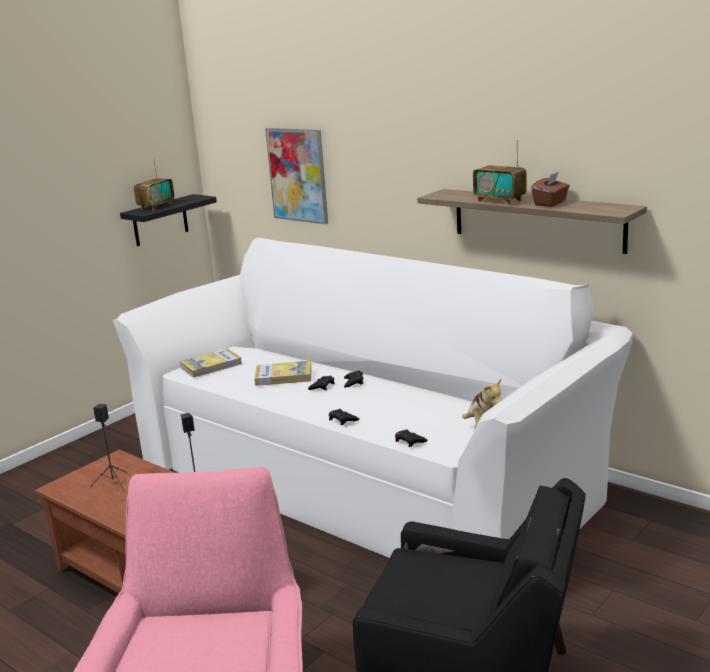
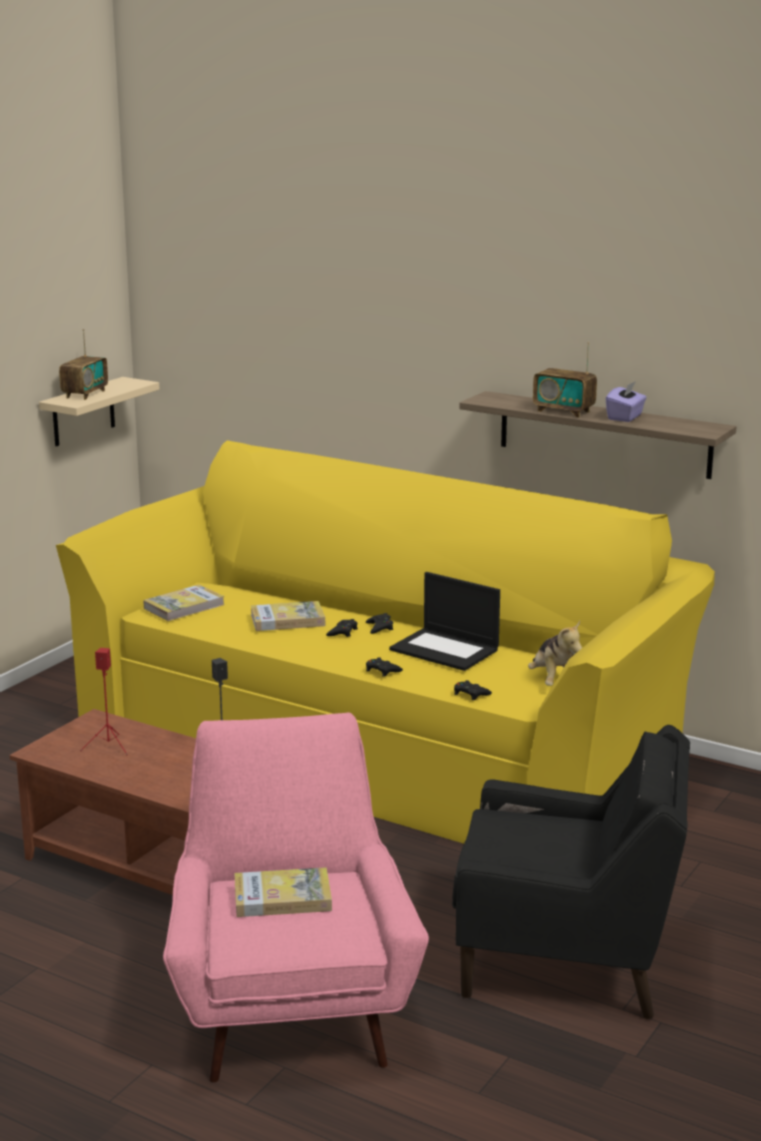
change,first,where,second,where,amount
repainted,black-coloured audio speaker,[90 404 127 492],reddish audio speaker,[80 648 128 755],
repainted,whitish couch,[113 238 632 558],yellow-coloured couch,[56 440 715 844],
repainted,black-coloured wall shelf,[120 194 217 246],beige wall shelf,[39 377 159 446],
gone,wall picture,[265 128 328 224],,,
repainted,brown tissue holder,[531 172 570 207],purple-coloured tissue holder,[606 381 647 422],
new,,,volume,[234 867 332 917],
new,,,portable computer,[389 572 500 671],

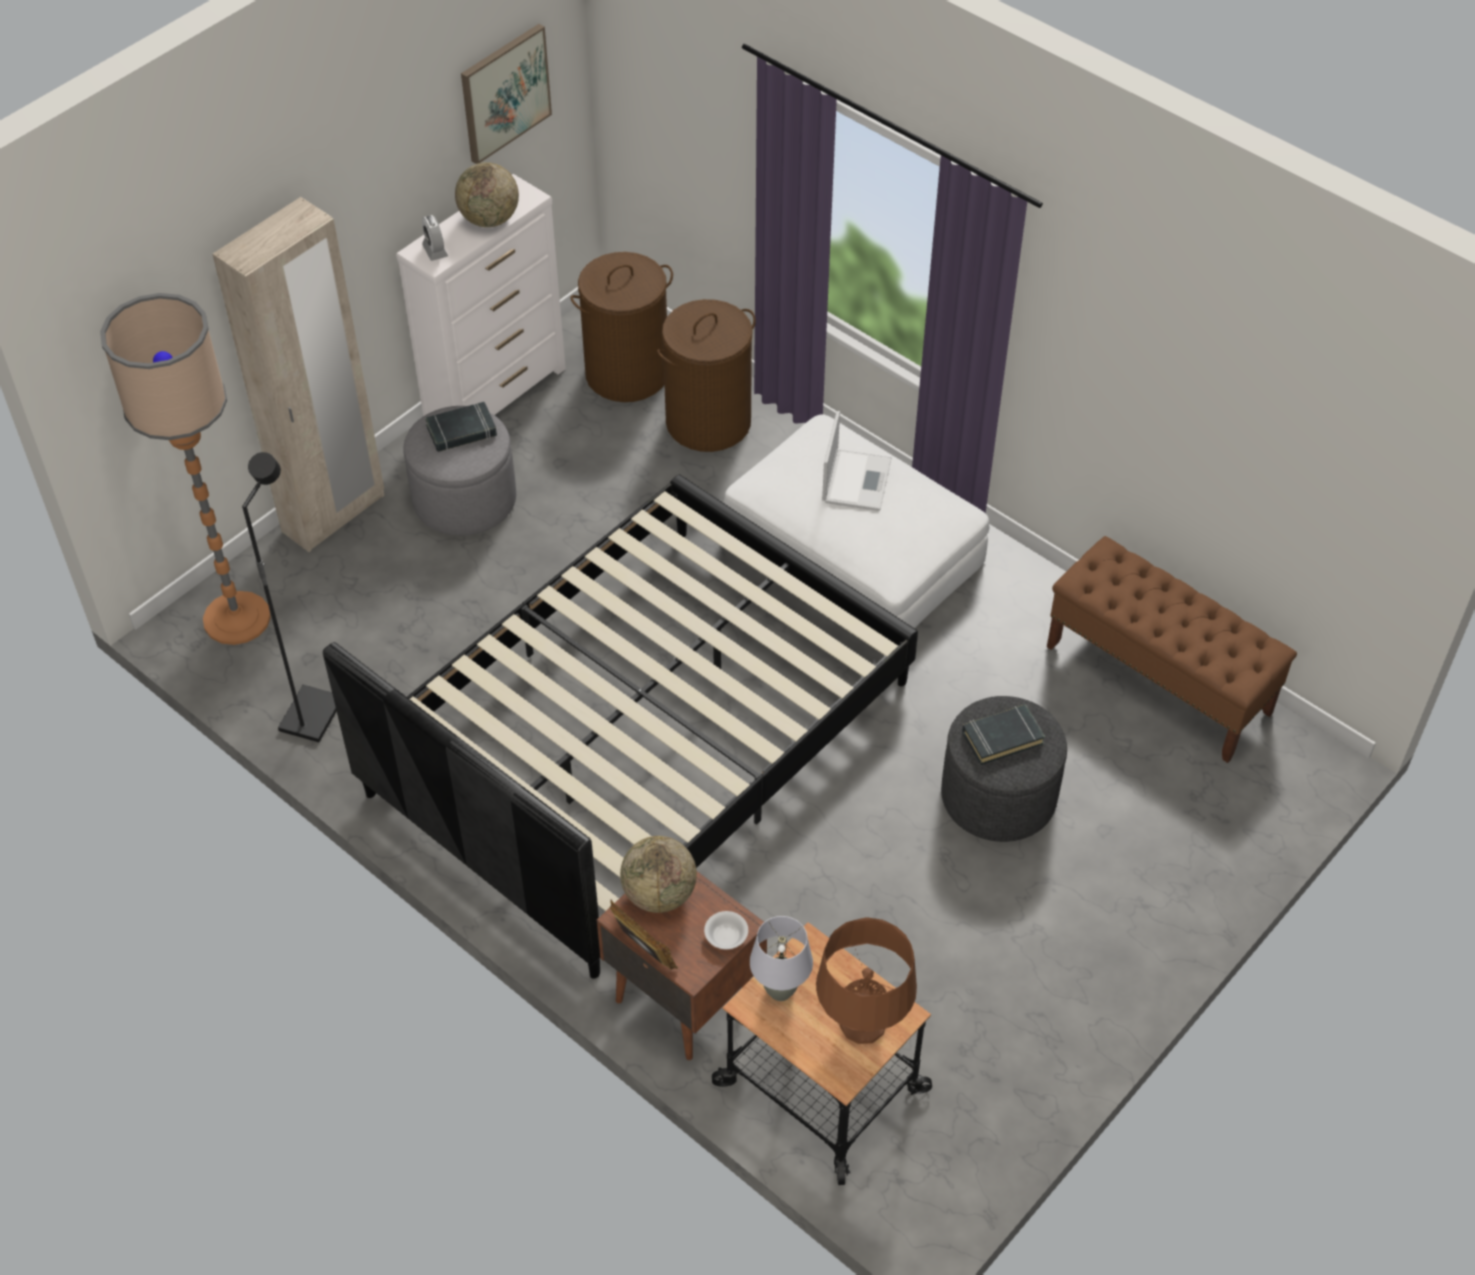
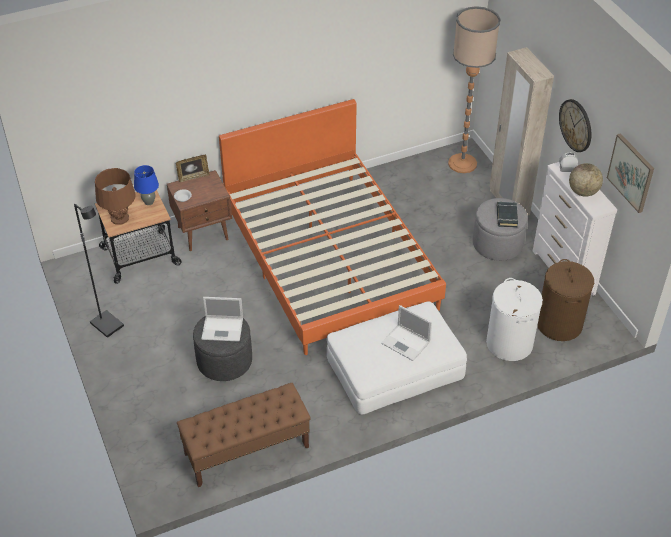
change,first,where,second,where,amount
shifted,black-coloured standing lamp,[242 452 337 743],,[74 204 124 338],
repainted,black-coloured bedroom bed,[323 474 918 979],orangey bedroom bed,[219 99 446 355],
gone,globe,[620 836 697 913],,,
repainted,brown hamper,[657 299 756 452],whitish hamper,[486 278 543 361],
repainted,gray table lamp,[750 916 813 1001],blue-coloured table lamp,[134 165 159 205],
swapped,black-coloured volume,[962 704 1045 765],portable computer,[201 297 243 342],
new,,,clock on the wall,[559 99 591 152],

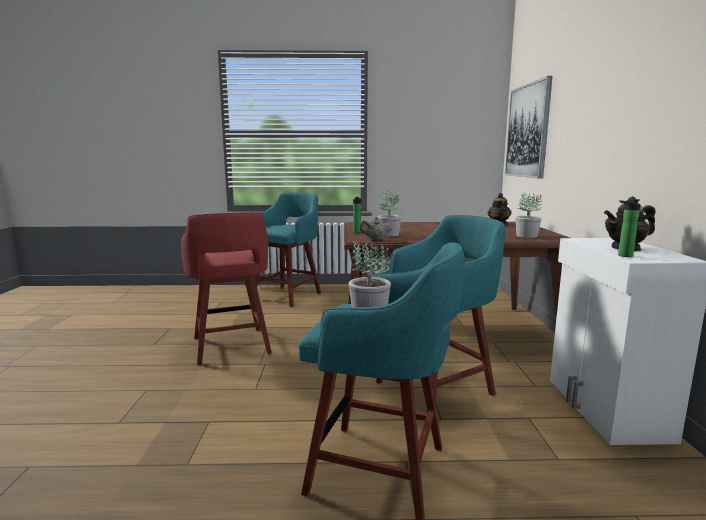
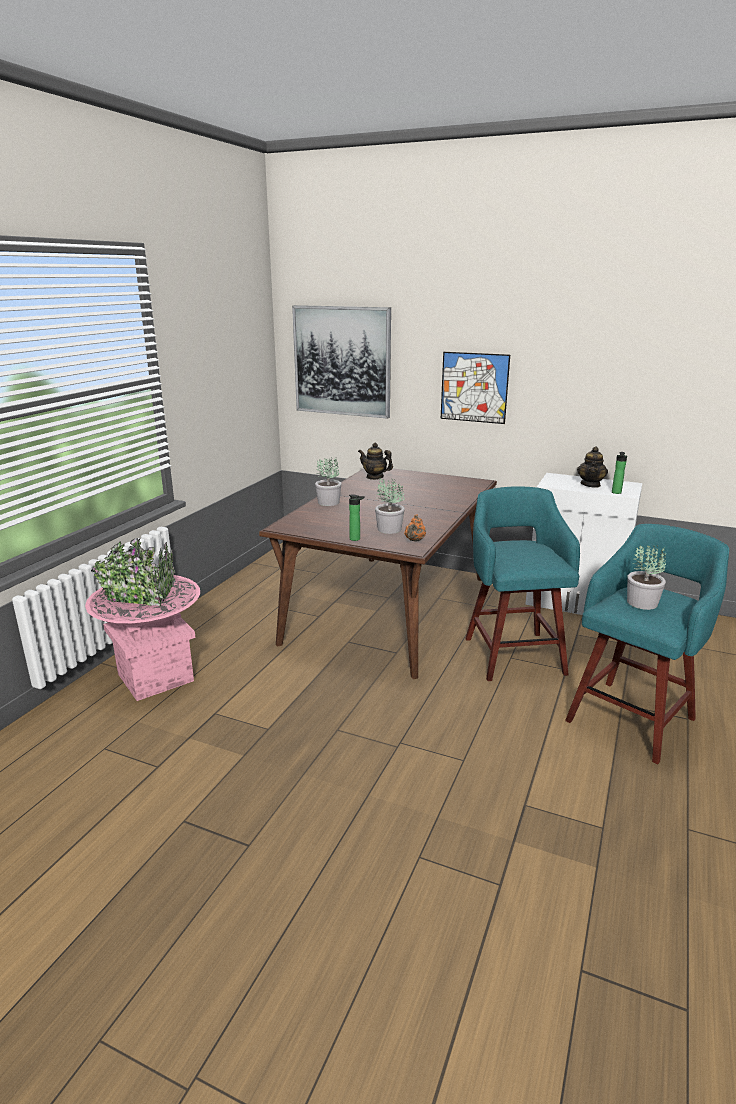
change,first,where,second,where,amount
gone,reddish sitting stool,[181 212 272 365],,,
swapped,blue-green sitting stool,[255 192 321 307],pinkish flower pot,[85 538 200 701],
repainted,beige tea pot,[359 217 392 240],orangey tea pot,[404 515 426 542],
shifted,potted plant,[515 192 542 238],,[315 457 342 506],
new,,,wall picture,[441 352 510 424],

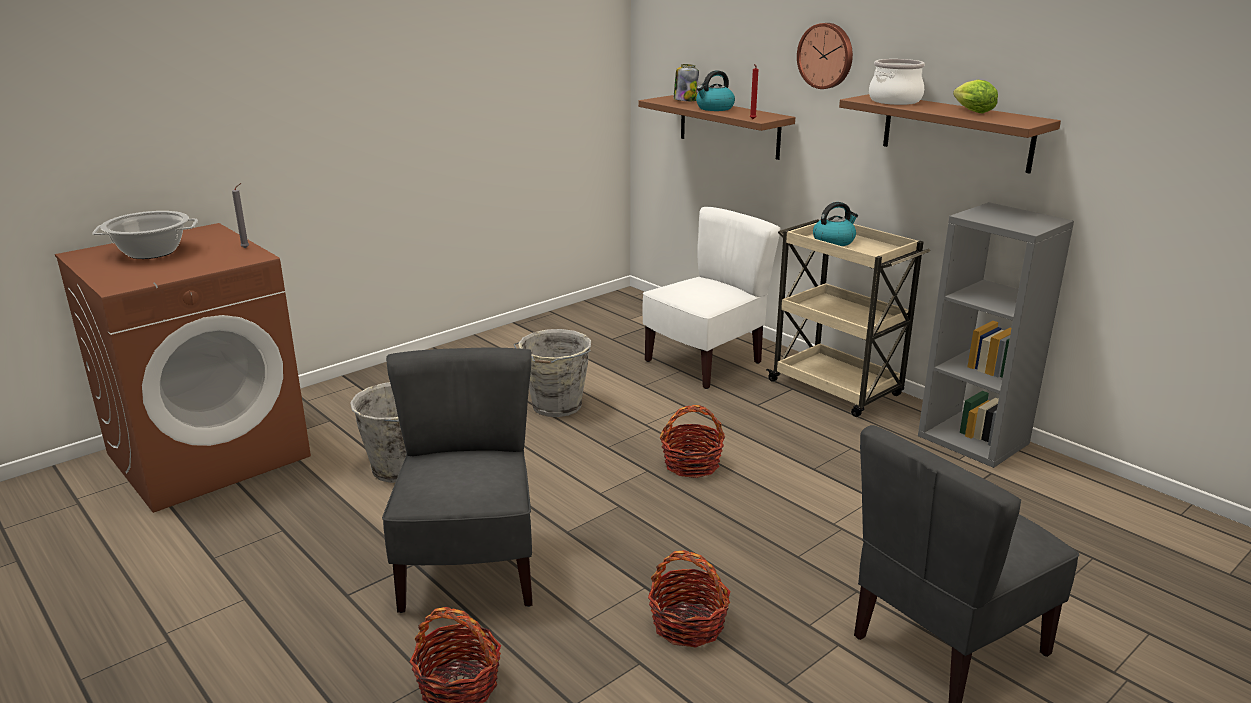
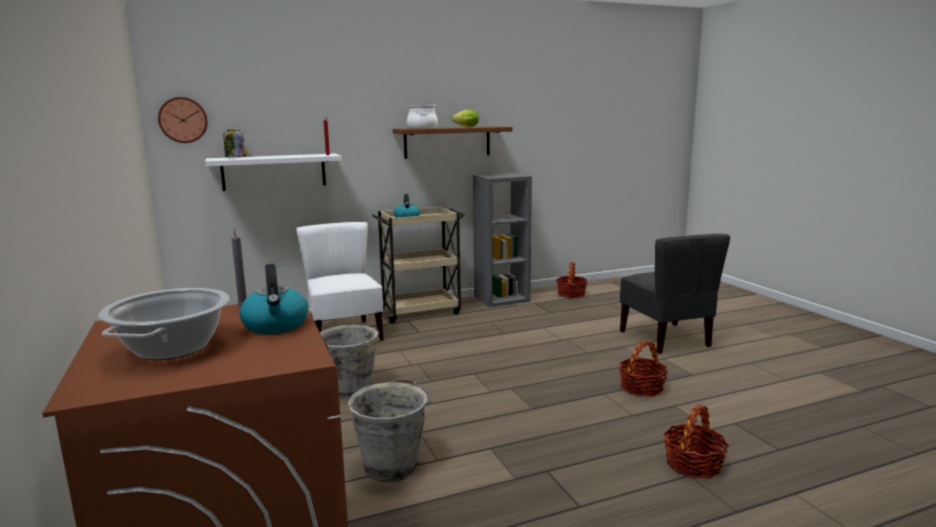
change,first,where,second,where,amount
gone,gray chair,[382 348 533 613],,,
repainted,brown wall shelf,[638 95 795 160],whitish wall shelf,[205 154 342 191],
shifted,storage basket,[659 405 725 478],,[556 262 588 298],
shifted,water kettle,[696 70 735 111],,[239 264 308 334],
shifted,clock on the wall,[797 23 853 89],,[158 97 208 143],

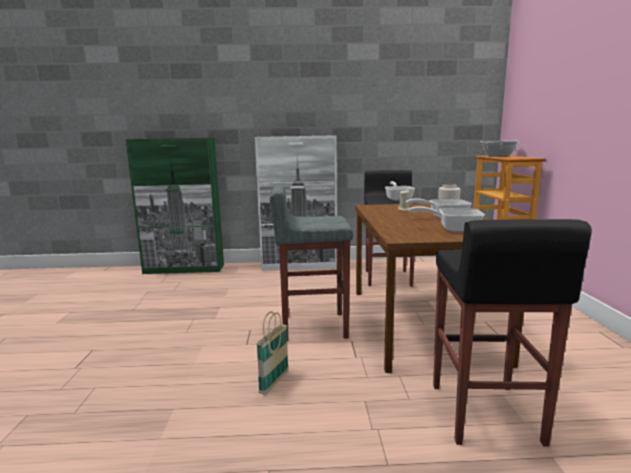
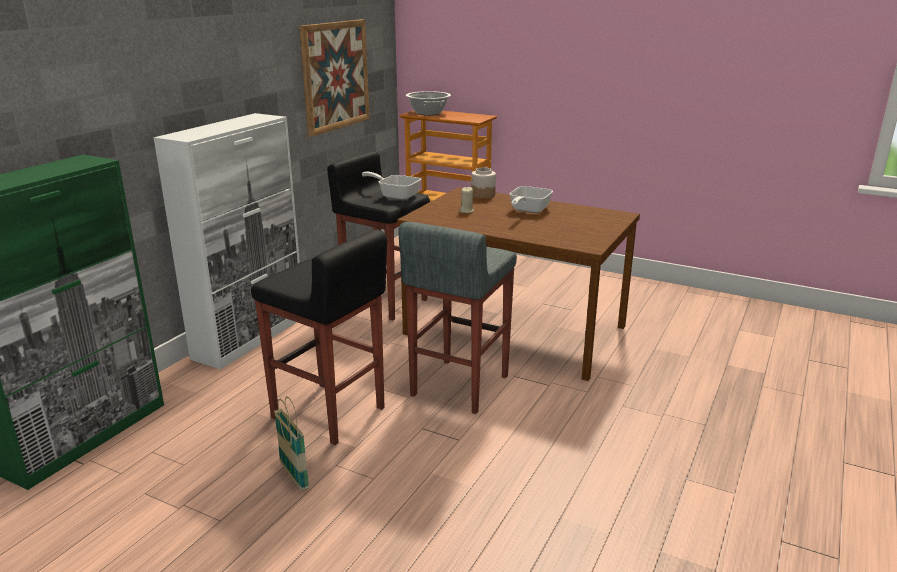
change,first,where,second,where,amount
shifted,storage basket,[256 311 289 395],,[274 396 309 491],
gone,pan,[408 206 485 232],,,
shifted,black-coloured sitting stool,[433 219 592 446],,[251 230 387 445],
new,,,wall picture,[299 19 370 137],

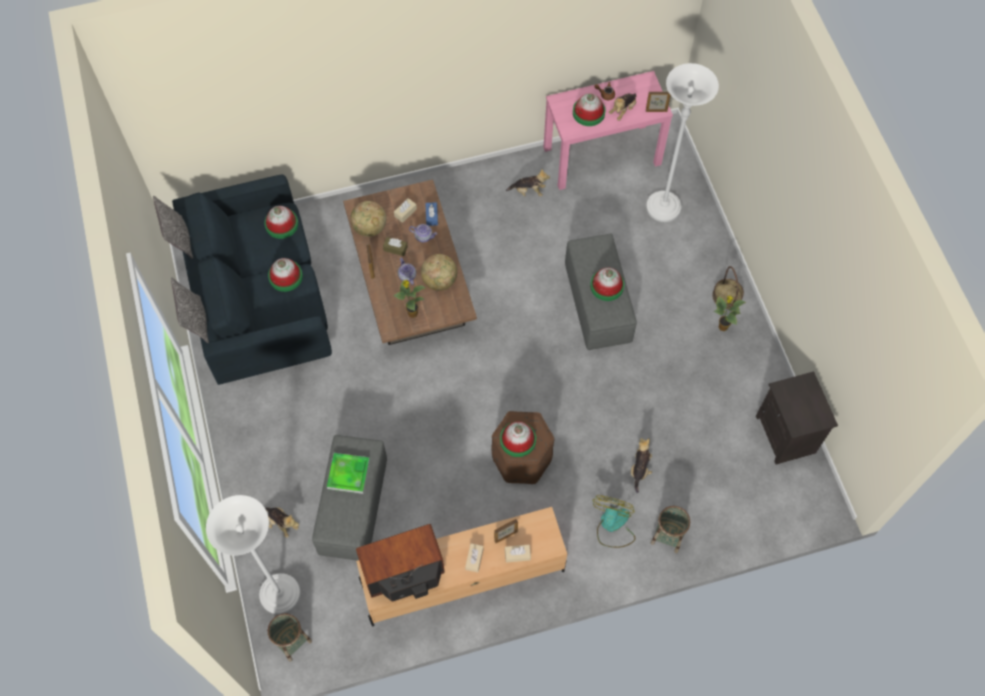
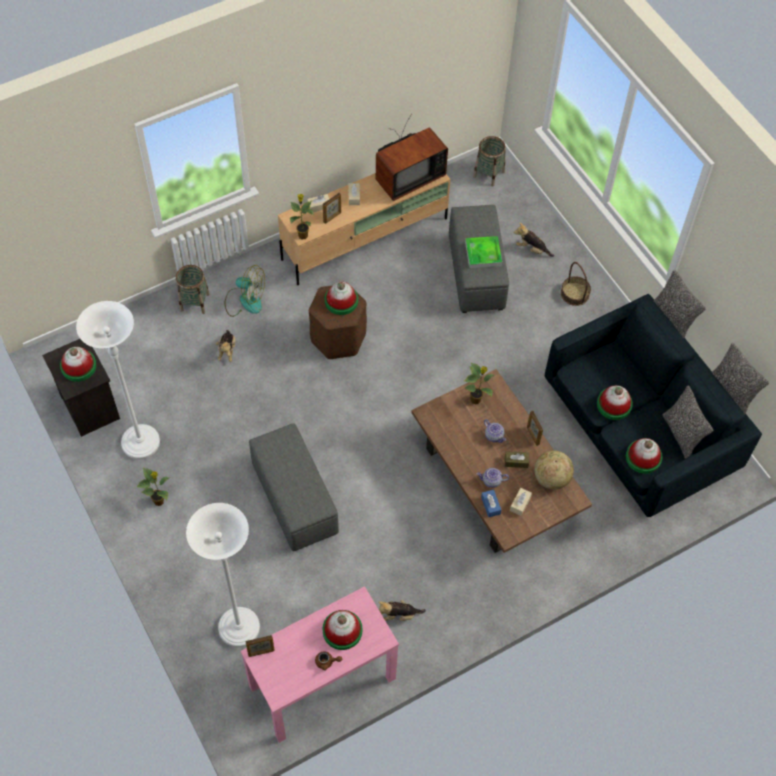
change,first,where,second,where,amount
shifted,whitish standing lamp,[206 495 300 614],,[76 301 160 459],
gone,globe,[421 254 457 291],,,
shifted,wearable hat,[590 268 624 301],,[60 347 97 382],
rotated,cooling fan,[592 495 635 548],,[224 265 265 317],75 degrees counterclockwise
gone,plush toy,[609 93 636 121],,,
shifted,storage basket,[712 266 744 309],,[561 262 591 306],
new,,,potted plant,[290 194 313 240],
new,,,pillow,[662 385 713 459],

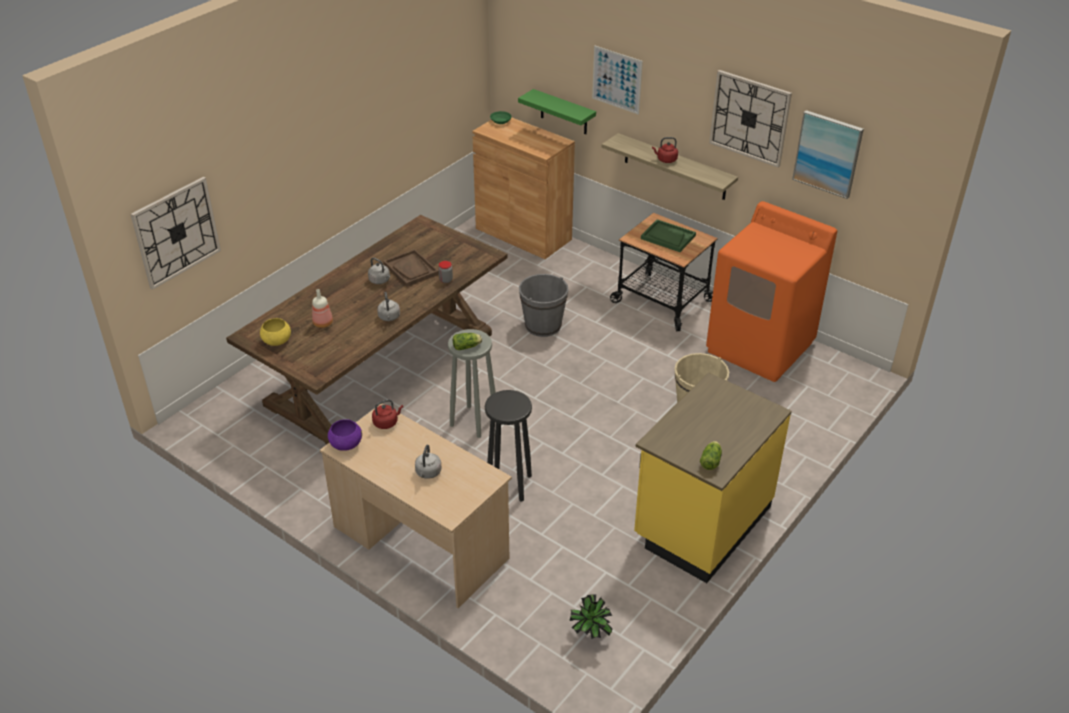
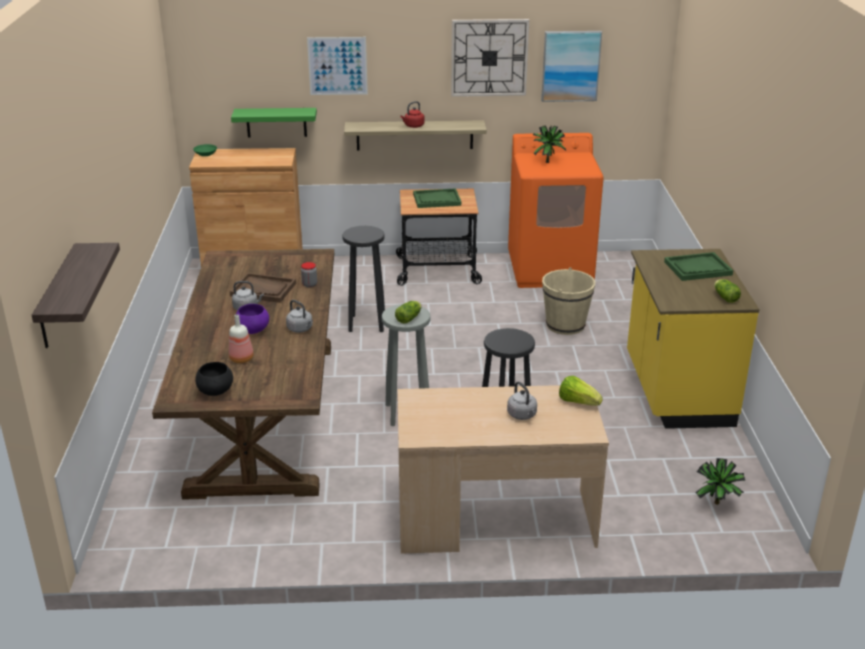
change,first,where,second,where,amount
swapped,clock on the wall,[131 177 221 290],wall shelf,[32 243 120 348],
repainted,yellow-coloured serving bowl,[260 318 291 346],black-coloured serving bowl,[195 362 233 396],
shifted,purple-coloured serving bowl,[328 419 362 451],,[236 304 269 334],
gone,reddish water kettle,[372 399 403 429],,,
swapped,gray water bucket,[519 274 568 337],black-coloured sitting stool,[342 226 385 332],
new,,,potted plant,[533 125 566 163],
new,,,head of lettuce,[559 376 603 406],
new,,,greenish tray,[664 252 733 281],

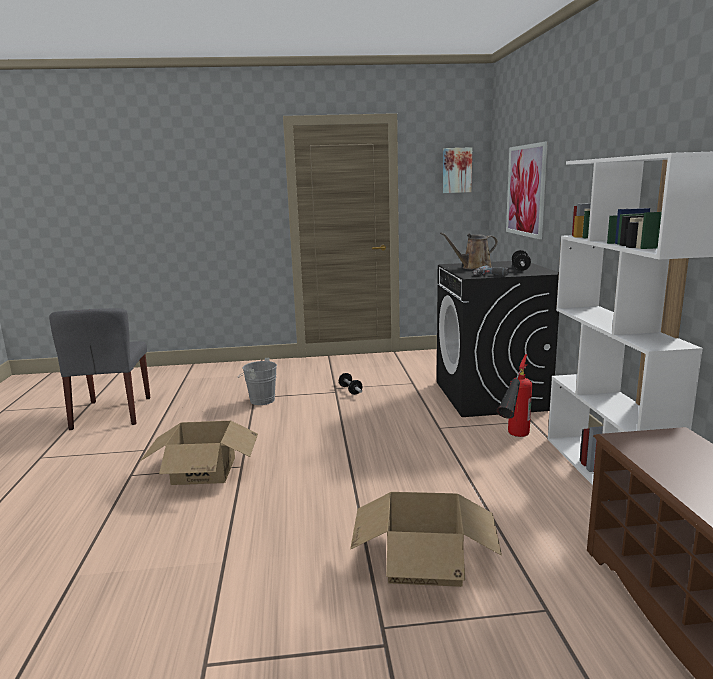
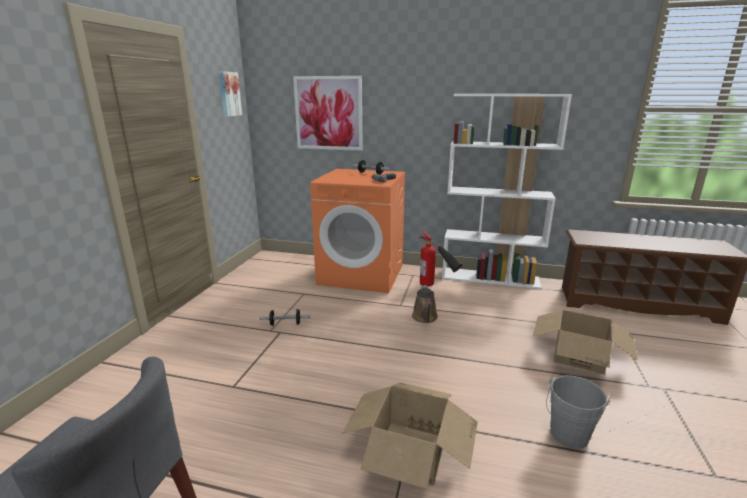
change,first,where,second,where,amount
shifted,gray water bucket,[237 358 277 405],,[546 375 611 449],
repainted,black-coloured laundry machine,[437 261 559 417],orangey laundry machine,[310 169 405 293],
shifted,brown sprinkling can,[440 232 498 269],,[412 285 438 323],

